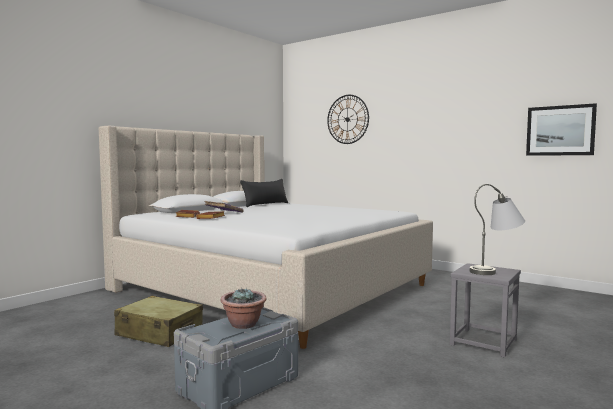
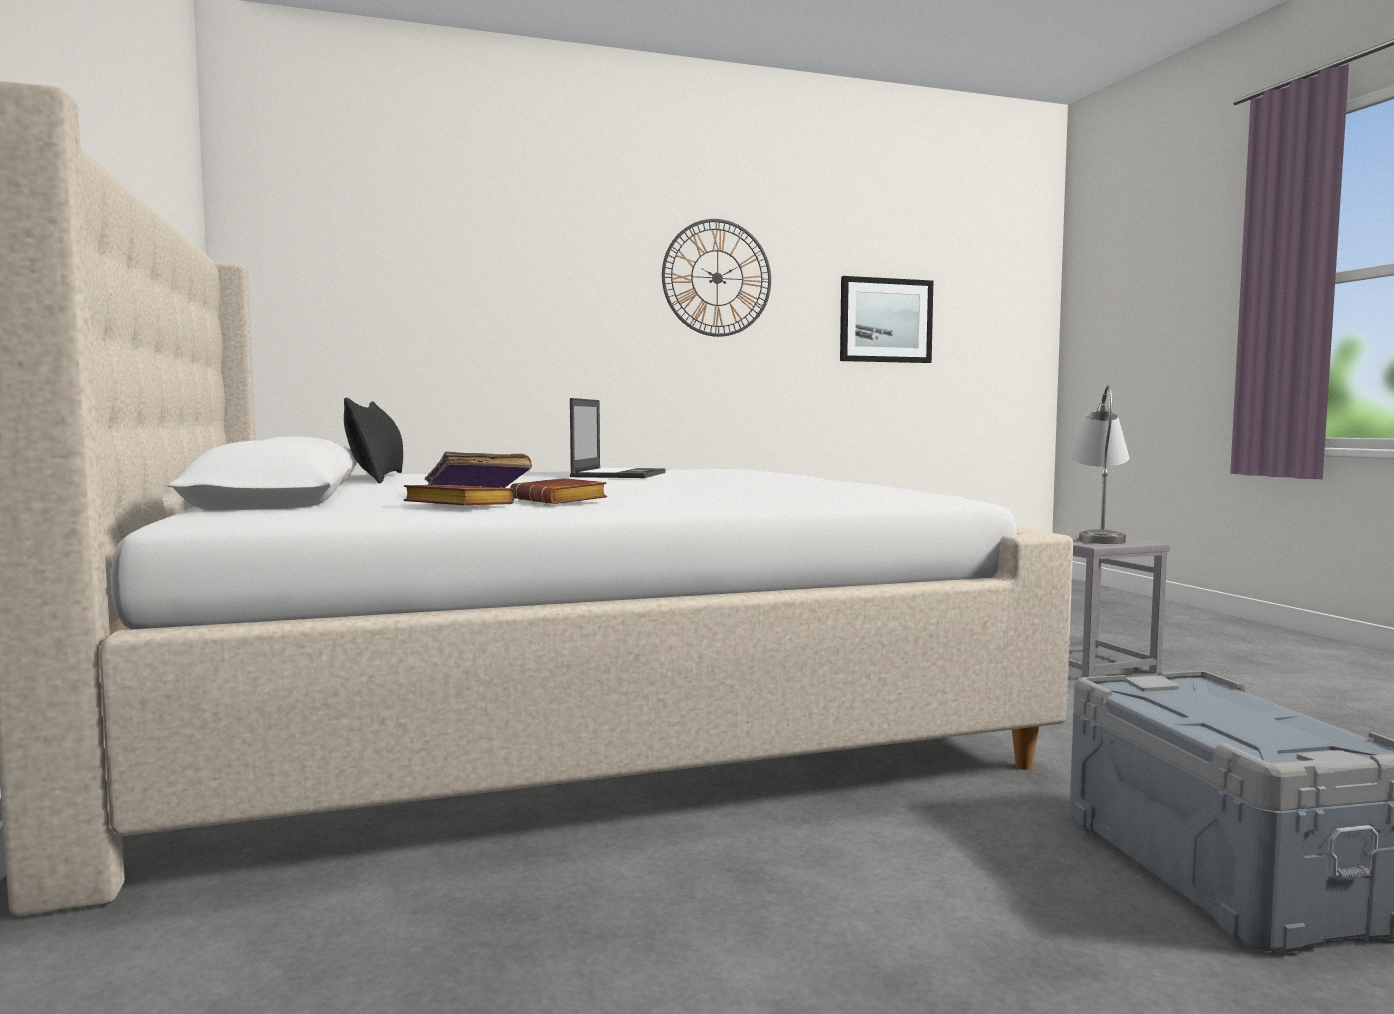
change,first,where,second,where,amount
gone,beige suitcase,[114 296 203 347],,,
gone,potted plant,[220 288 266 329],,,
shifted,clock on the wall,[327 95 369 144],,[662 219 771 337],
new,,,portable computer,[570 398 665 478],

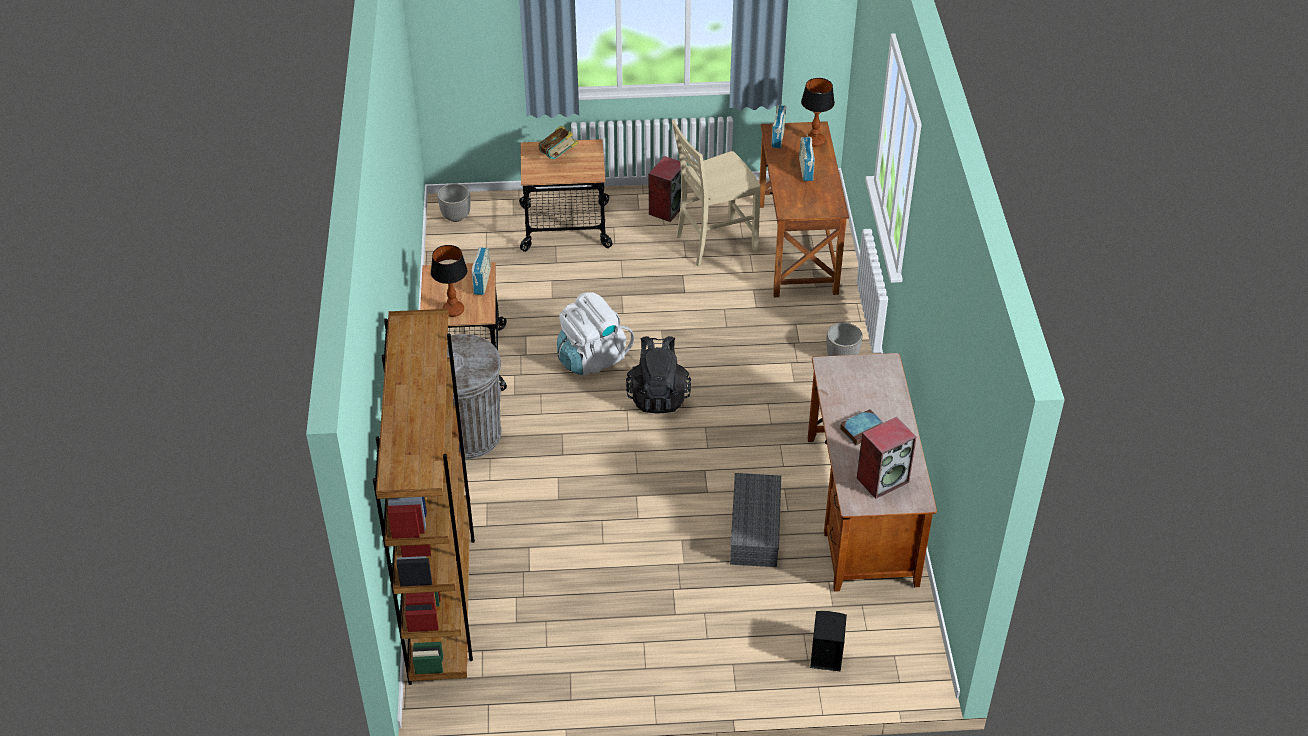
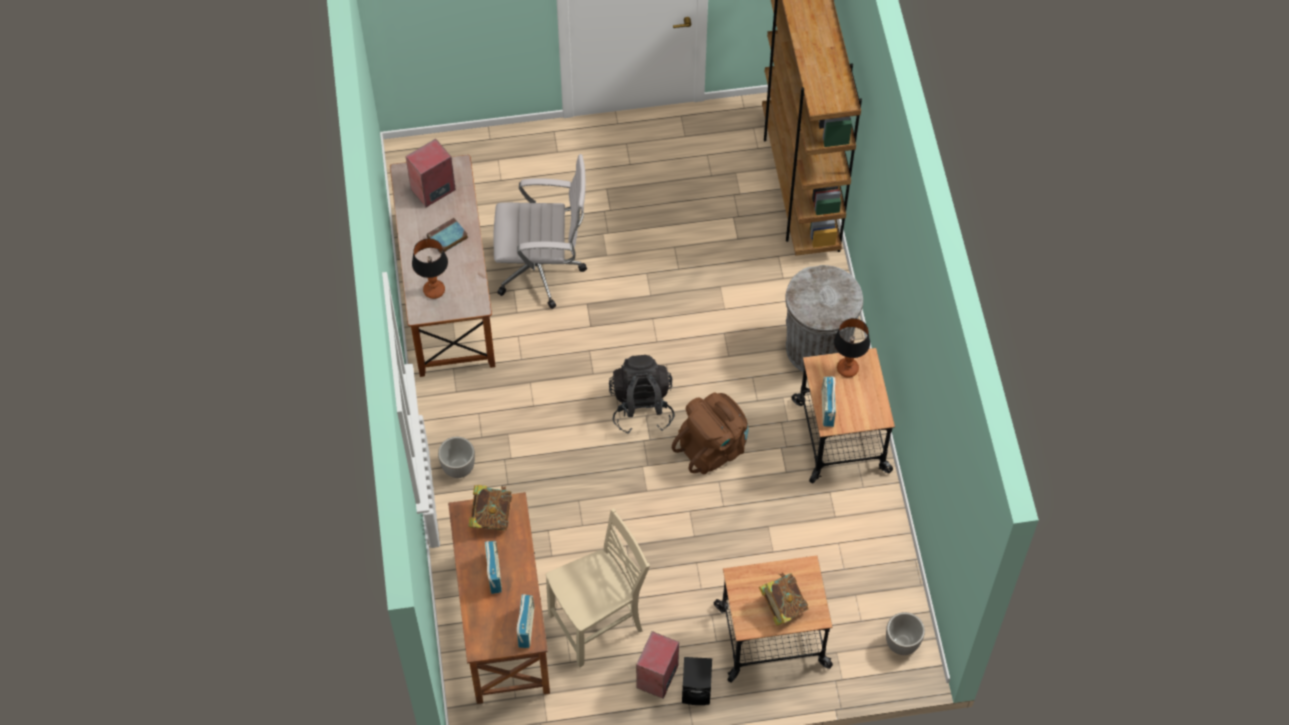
change,first,where,second,where,amount
repainted,whitish backpack,[557 292 634 375],brown backpack,[672 392 749 474],
swapped,gray storage box,[730 473 781 567],whitish office chair,[493 154 587 309],
shifted,table lamp,[801 78 835 147],,[412 238 448 299],
shifted,black-coloured audio speaker,[810 611 847 672],,[682 657 712 705],
new,,,volume,[468 485 512 530],

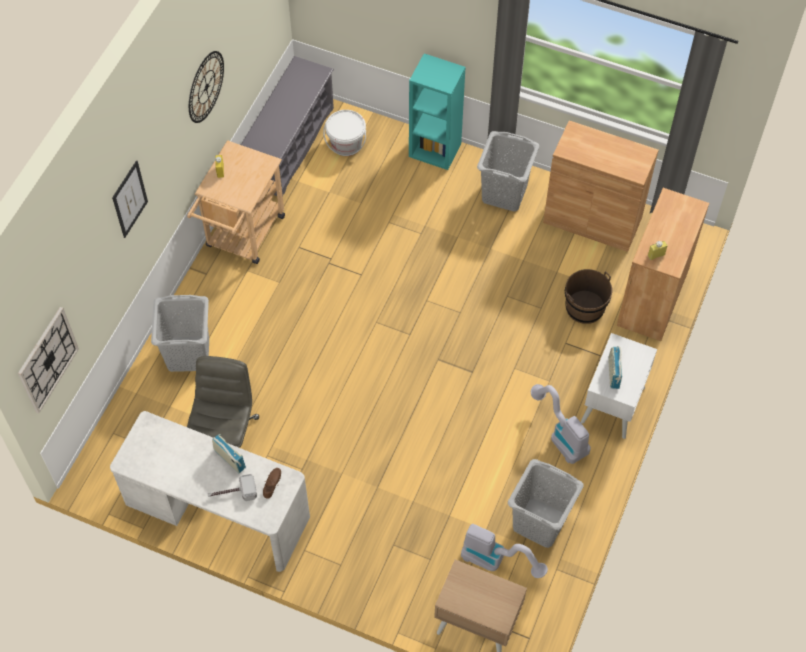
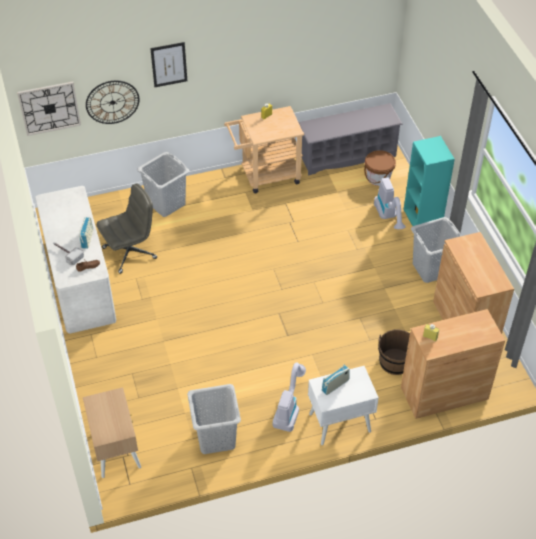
change,first,where,second,where,amount
shifted,clock on the wall,[189 51 224 123],,[86 81 140 124],
repainted,whitish water bucket,[323 110 366 156],brown water bucket,[364 150 396 186],
shifted,hoover,[461 524 548 578],,[374 178 406 229],

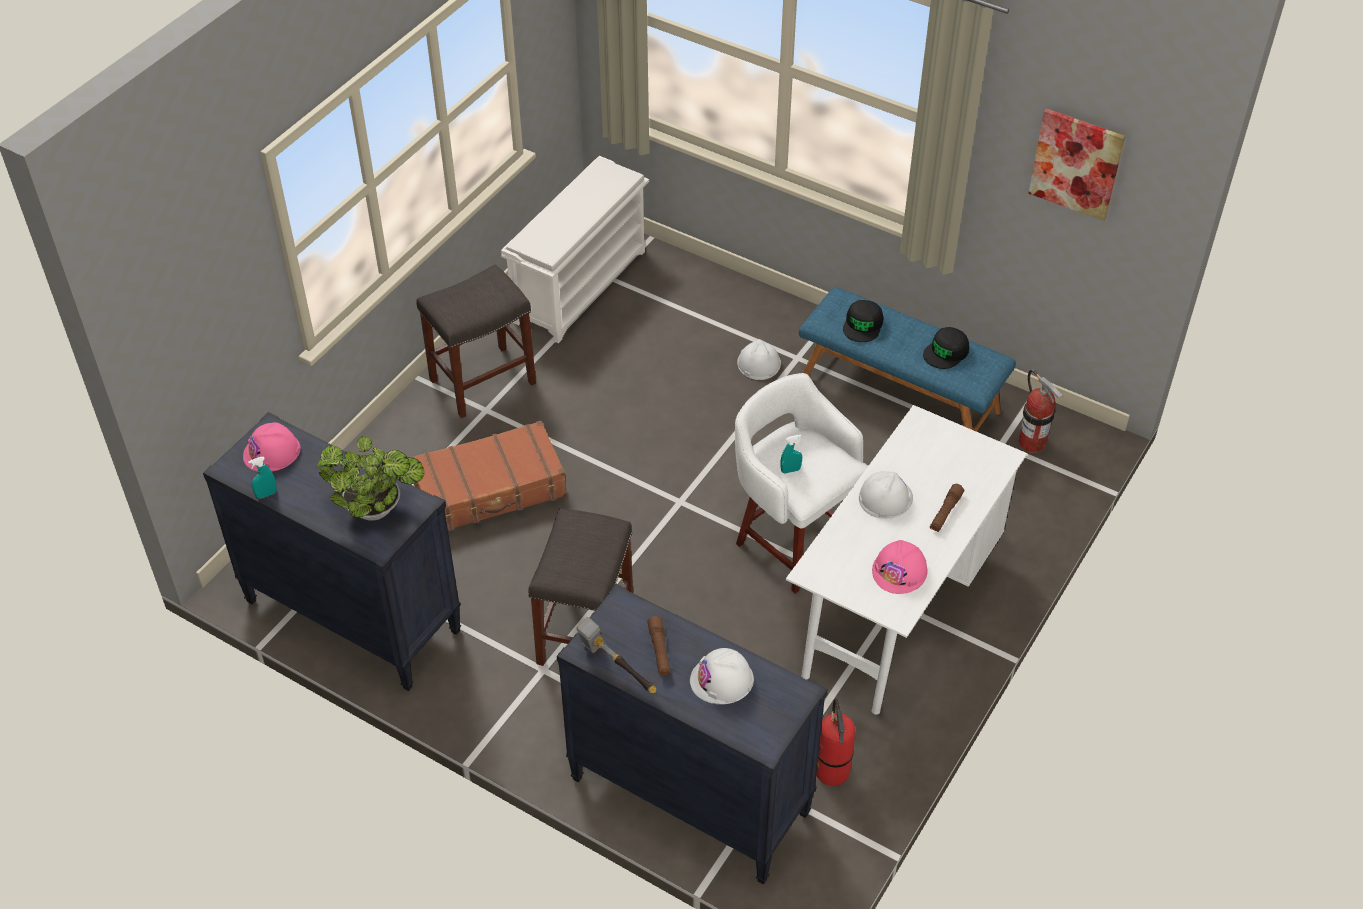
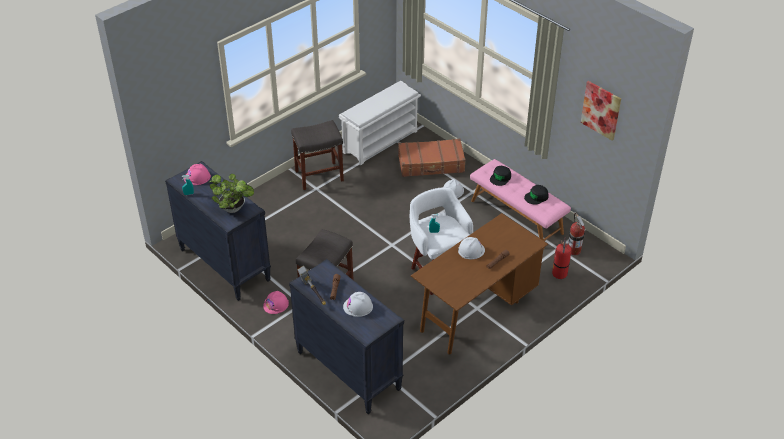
change,first,where,second,where,amount
shifted,brown suitcase,[411 421 567 531],,[398 139 466 177],
repainted,whitish desk table,[786 405 1027 715],brown desk table,[411 213 548 355],
repainted,blue-coloured indoor bench,[799 287 1016 432],pinkish indoor bench,[470 159 571 241],
shifted,extinguisher,[816 699 855 786],,[552 237 571 279],
shifted,pinkish hard hat,[872 540 927 594],,[263 291 289 314],

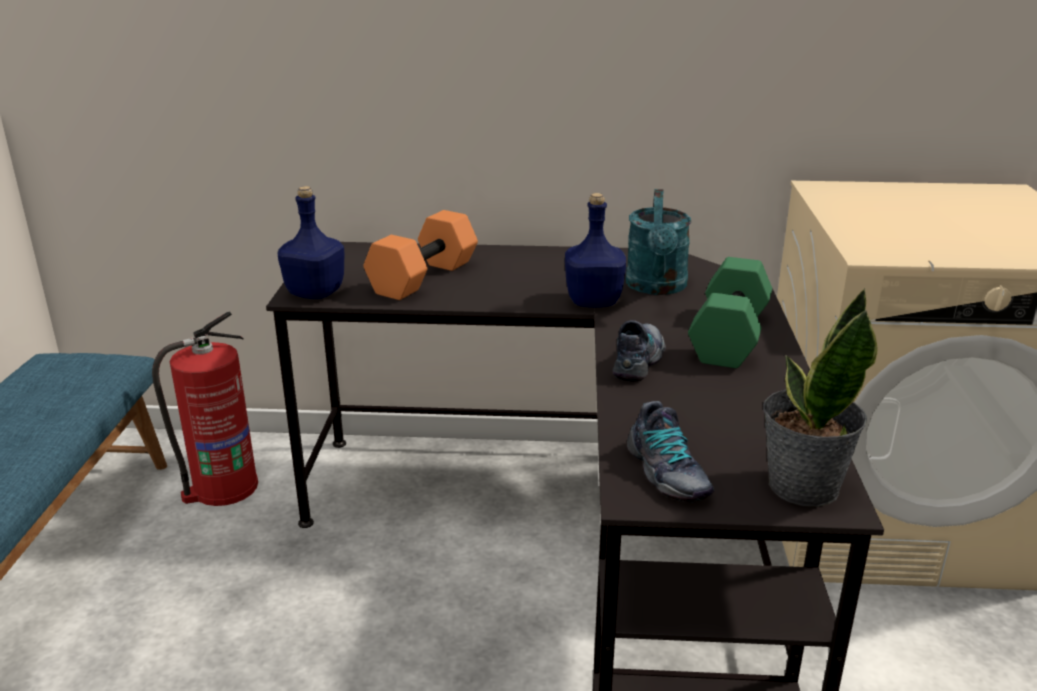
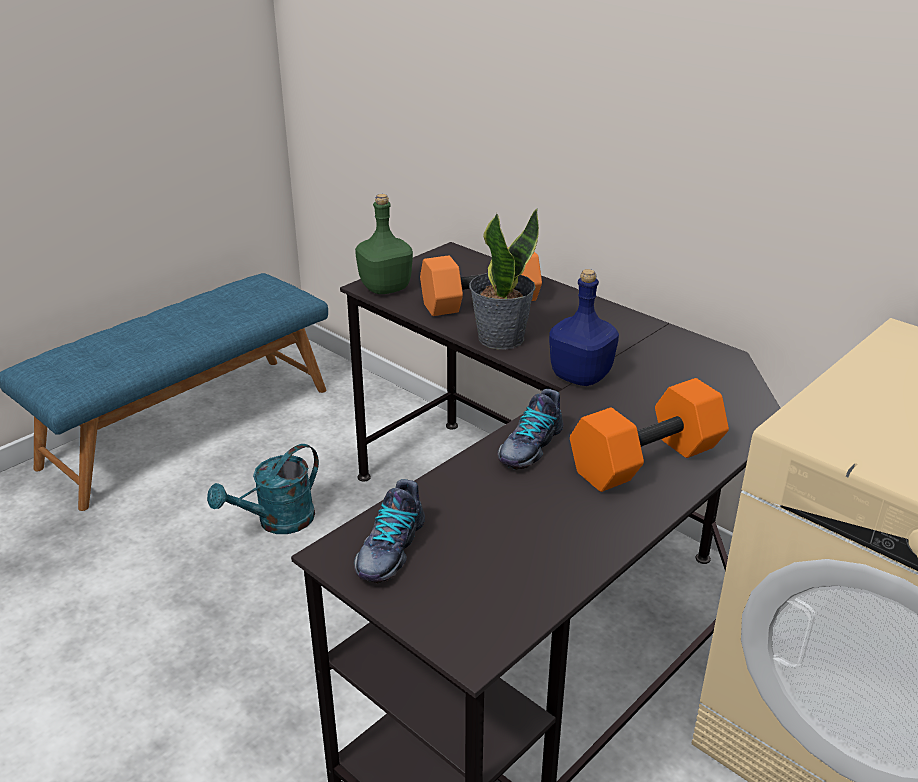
change,first,where,second,where,amount
gone,extinguisher,[152 312 258 506],,,
repainted,blue-coloured drink bottle,[277 186 345 299],greenish drink bottle,[355 194 413 294],
rotated,low shoe,[613 320 666 382],,[497 389 564 470],150 degrees clockwise
shifted,blue-green sprinkling can,[626 189 691 295],,[207 444 319 534],
repainted,greenish hand weight,[688 257 772 368],orangey hand weight,[570 378 729 492],
shifted,potted plant,[763 287 878 507],,[469 208 539 350],

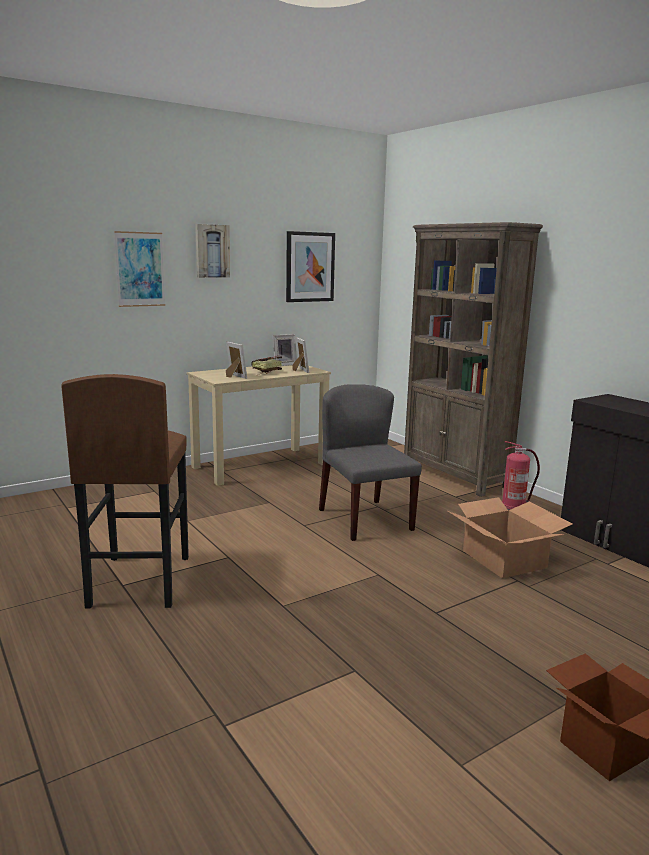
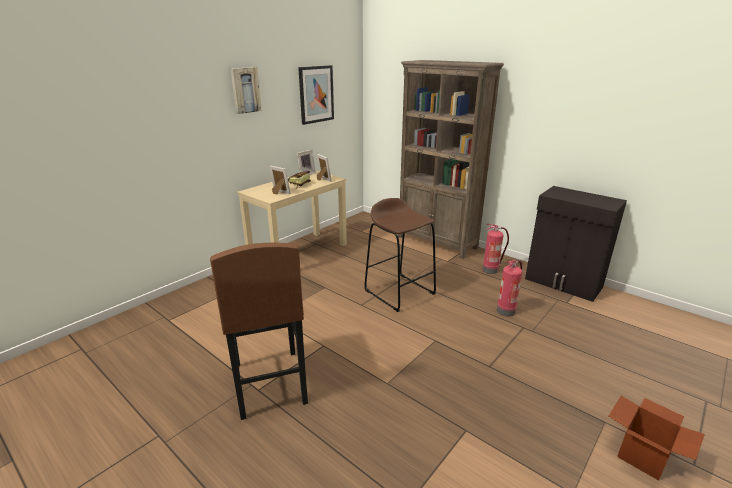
change,first,where,second,where,amount
gone,wall picture,[114 231 165 307],,,
swapped,gray chair,[319 384 422 541],brown sitting stool,[365 198 436 312],
swapped,cardboard box,[448 497 573 578],extinguisher,[497 260 522 317],

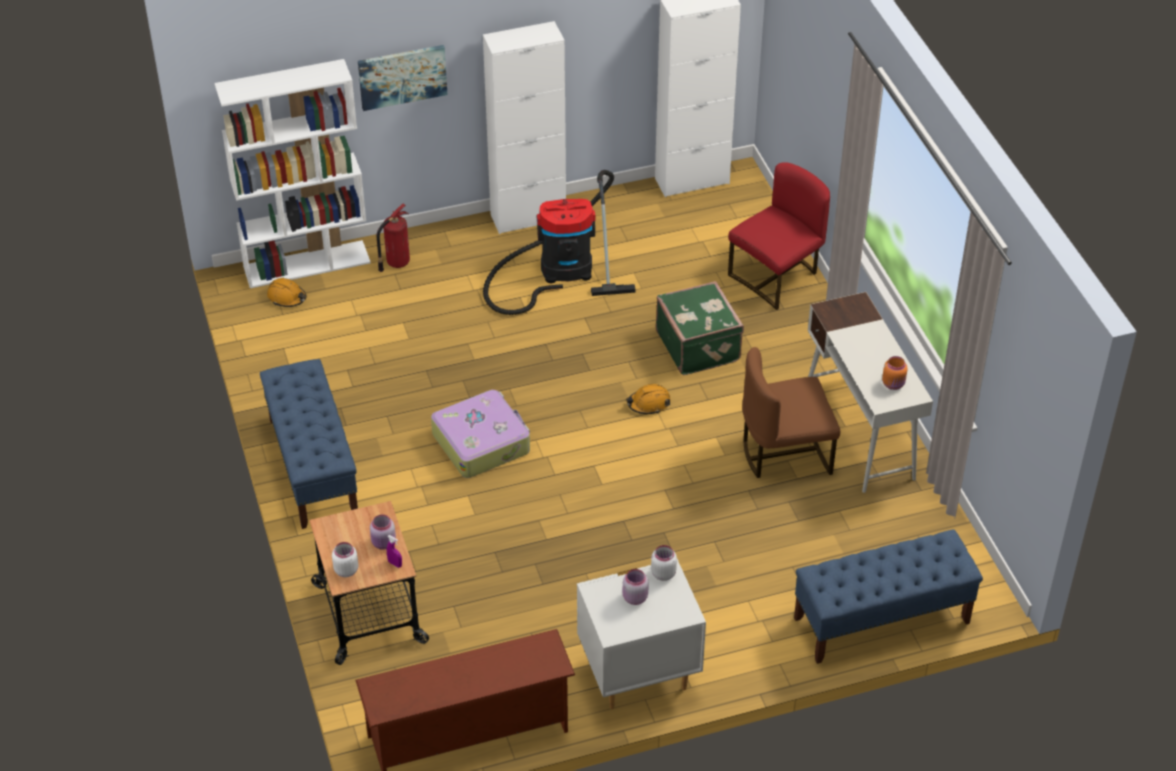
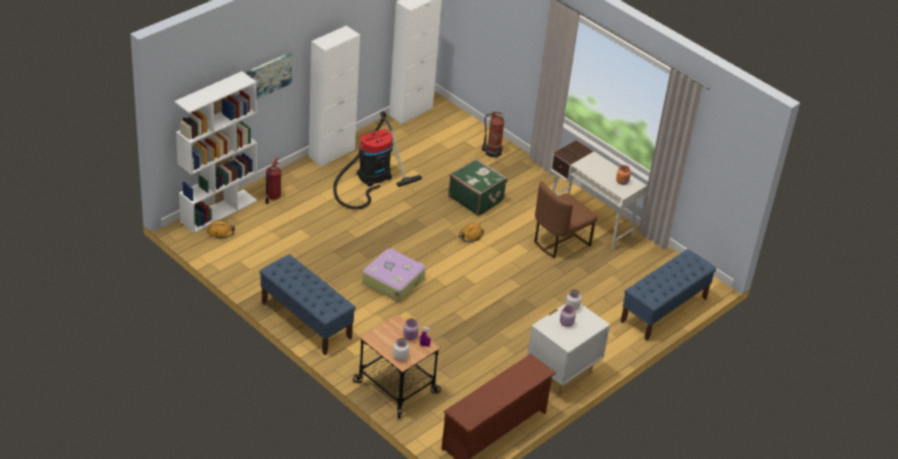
change,first,where,second,where,amount
swapped,reddish chair,[728 162 830 310],extinguisher,[482 112 505 158],

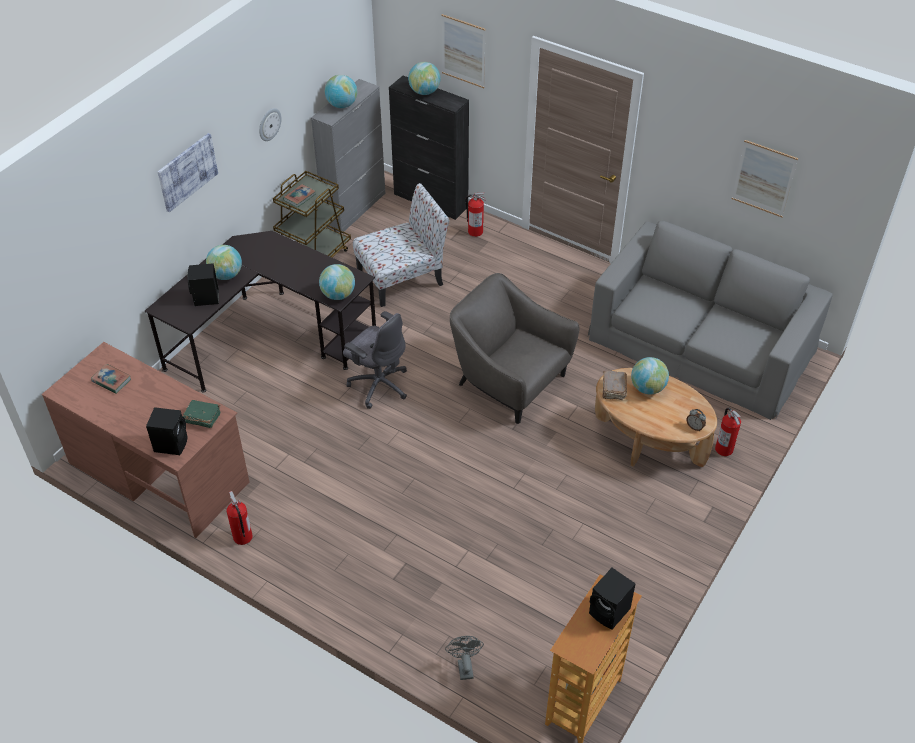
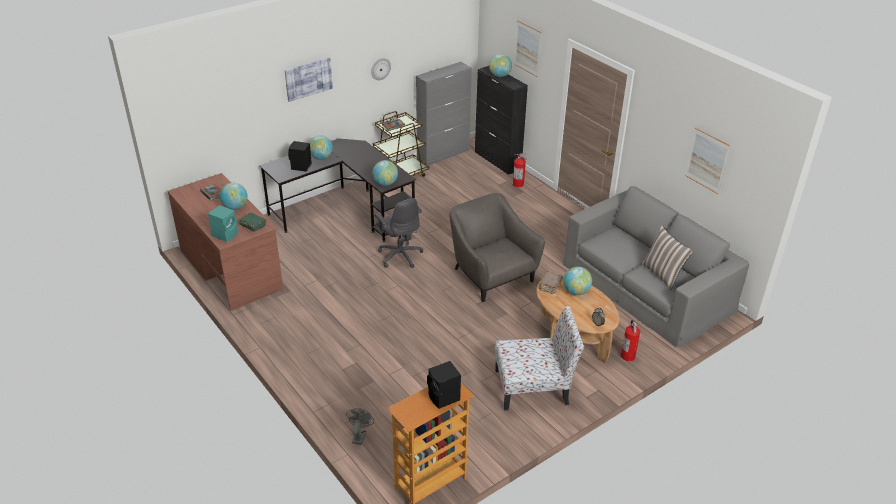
change,first,where,second,where,amount
repainted,black-coloured audio speaker,[146 407 188 455],blue-green audio speaker,[208 205 238 242],
gone,extinguisher,[226 491 253 545],,,
shifted,globe,[325 75 357 108],,[220 183 247 210],
shifted,chair,[353 183 449 307],,[495 306 584 410],
new,,,pillow,[641 225 693 290],

